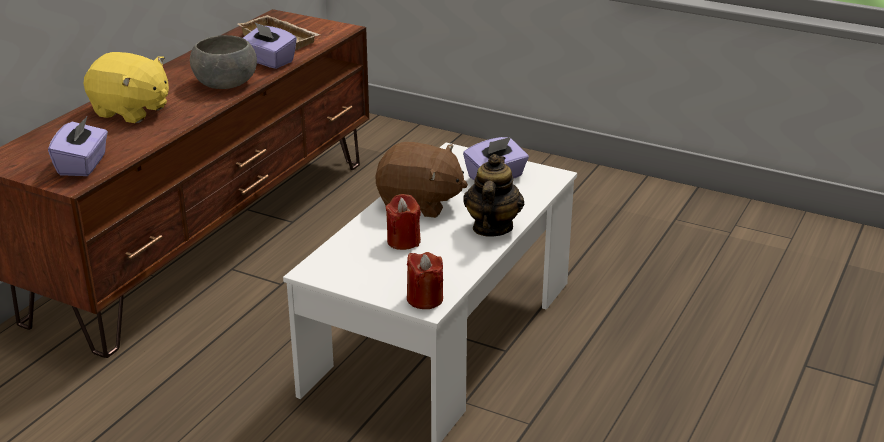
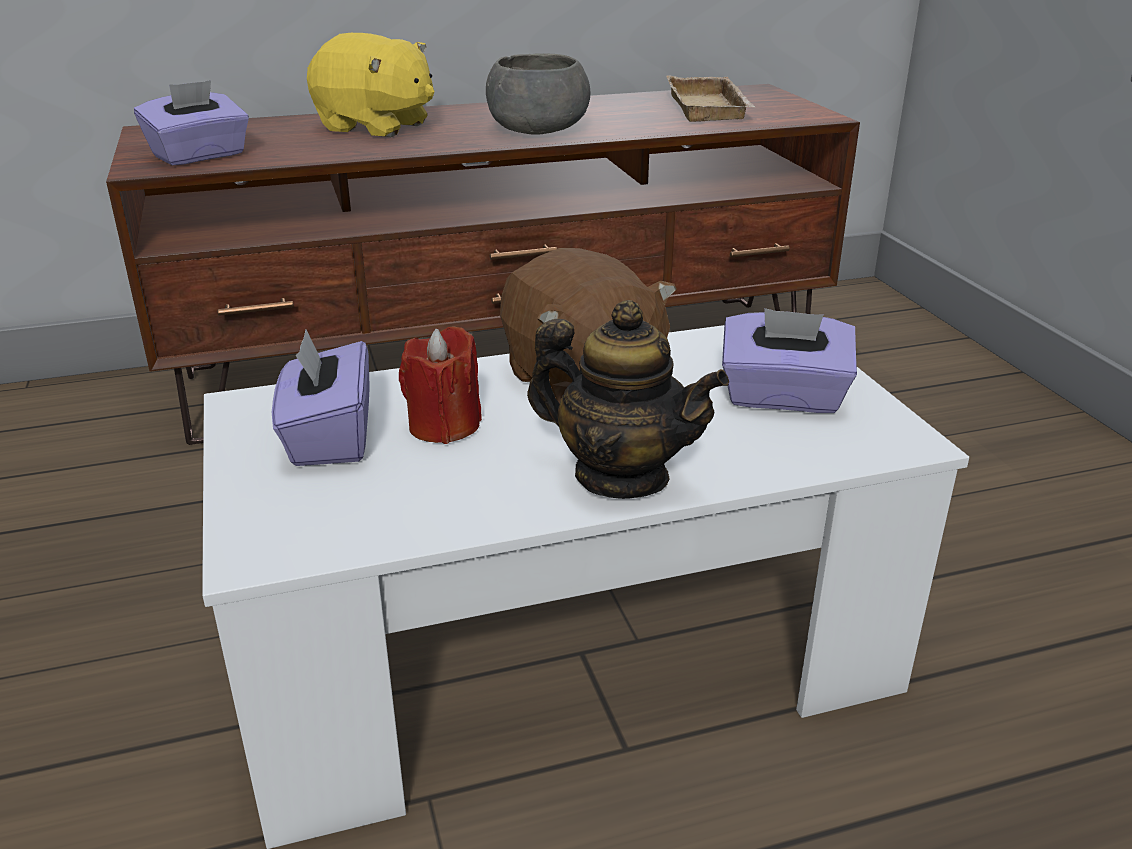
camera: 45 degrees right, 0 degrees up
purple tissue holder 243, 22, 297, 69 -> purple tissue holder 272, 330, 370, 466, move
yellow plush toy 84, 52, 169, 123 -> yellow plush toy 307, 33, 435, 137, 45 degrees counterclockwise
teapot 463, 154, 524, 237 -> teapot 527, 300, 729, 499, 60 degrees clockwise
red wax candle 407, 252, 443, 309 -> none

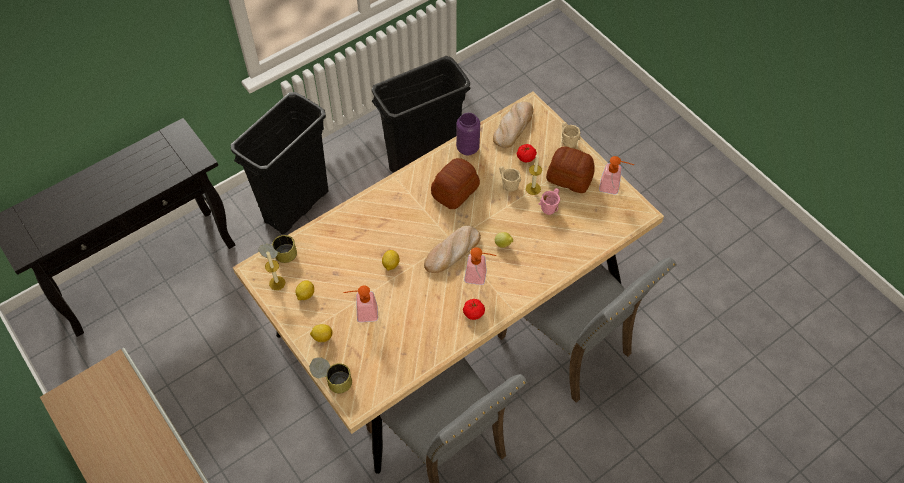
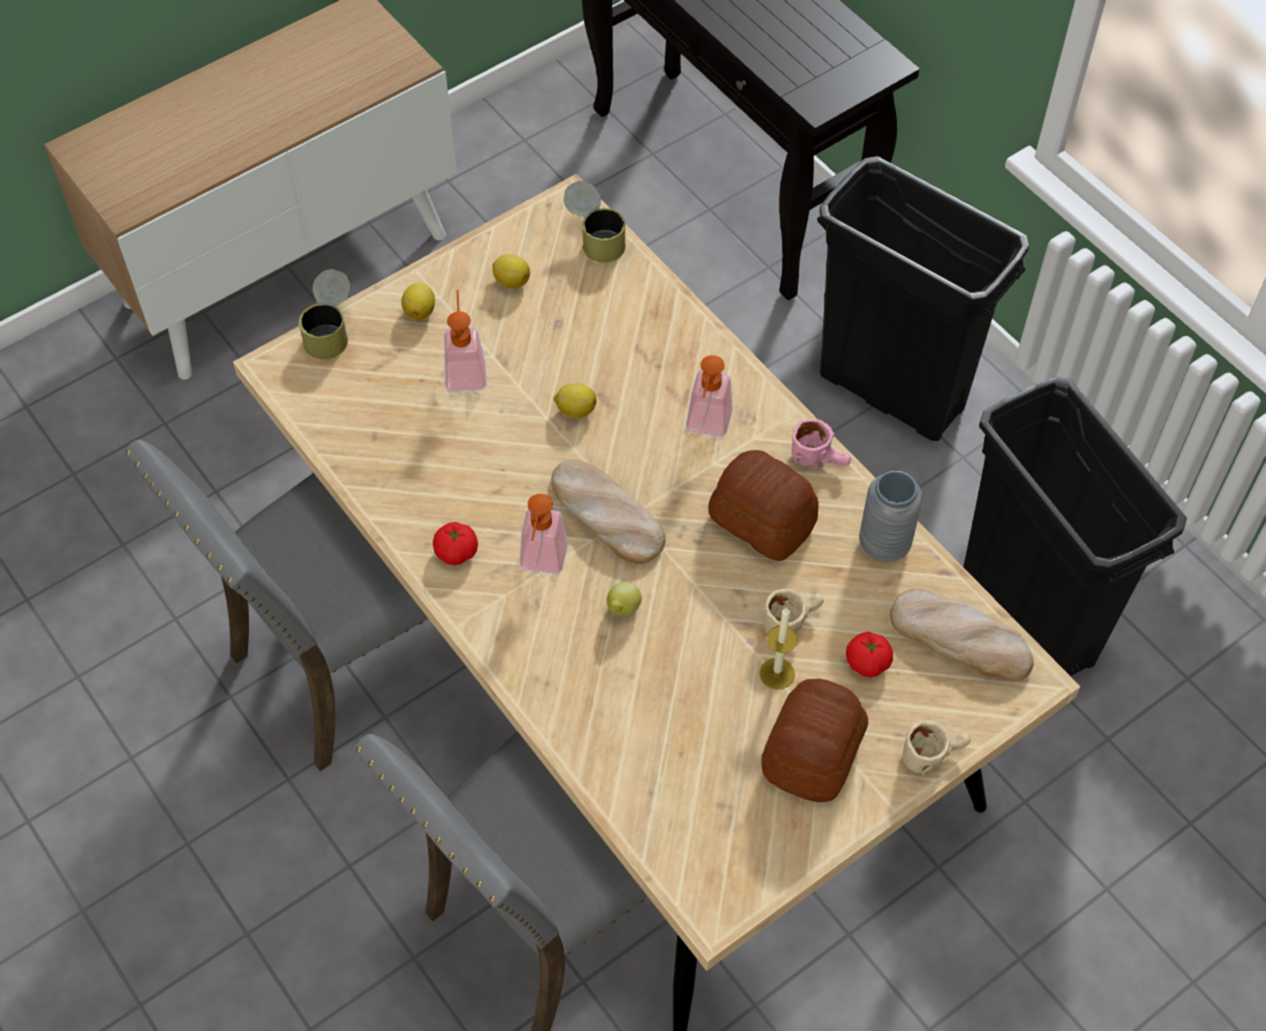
camera: 90 degrees right, 0 degrees up
soap bottle 599, 156, 634, 195 -> soap bottle 686, 355, 733, 437, move
pink tea mug 538, 188, 560, 215 -> pink tea mug 791, 419, 851, 467, move
purple vase 456, 113, 480, 155 -> greyish vase 859, 471, 923, 562
wax candle 265, 251, 285, 290 -> none

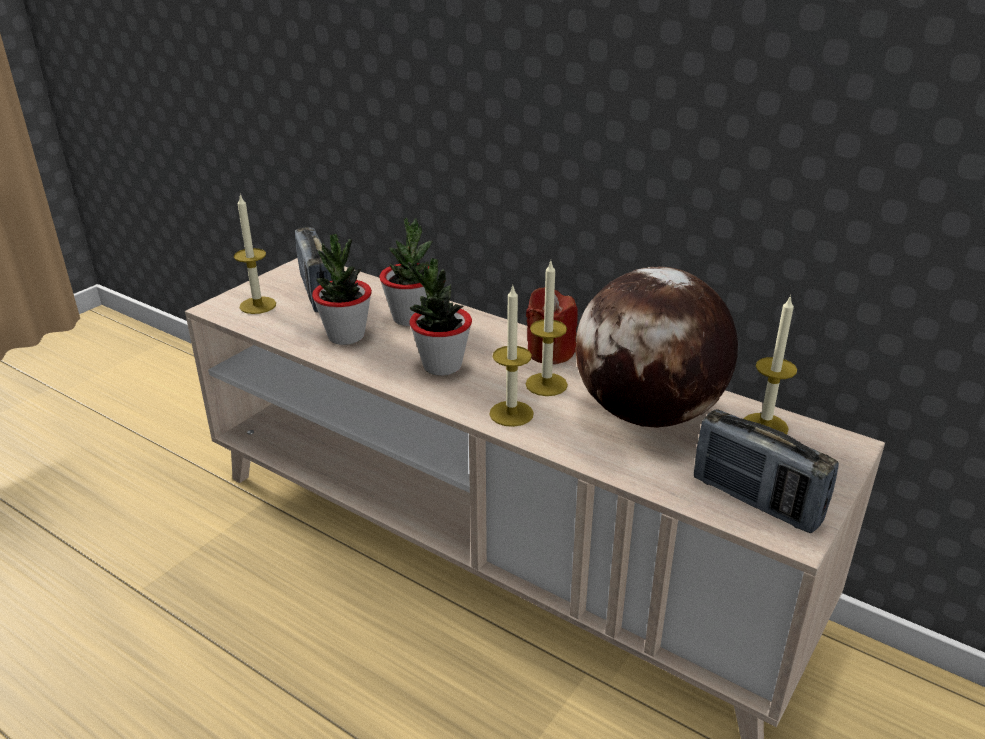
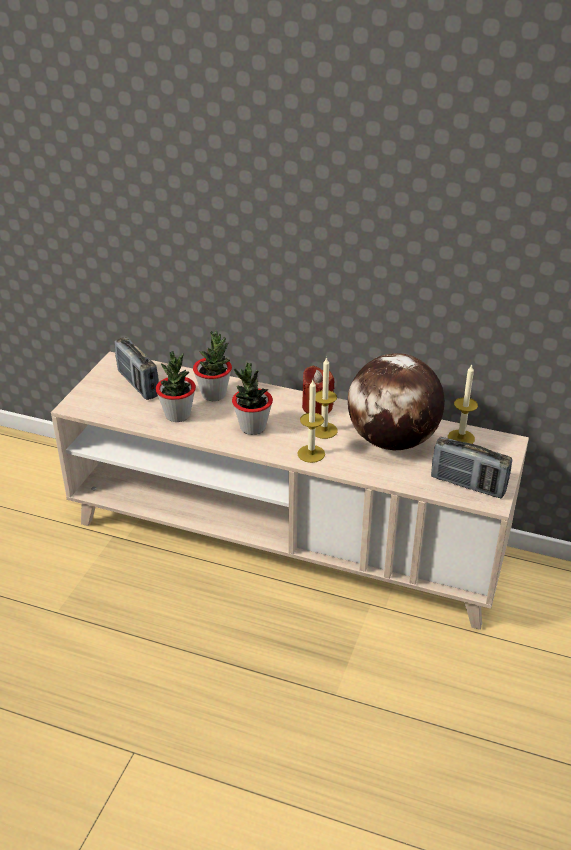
camera: 15 degrees left, 5 degrees up
wax candle 234, 194, 276, 314 -> none

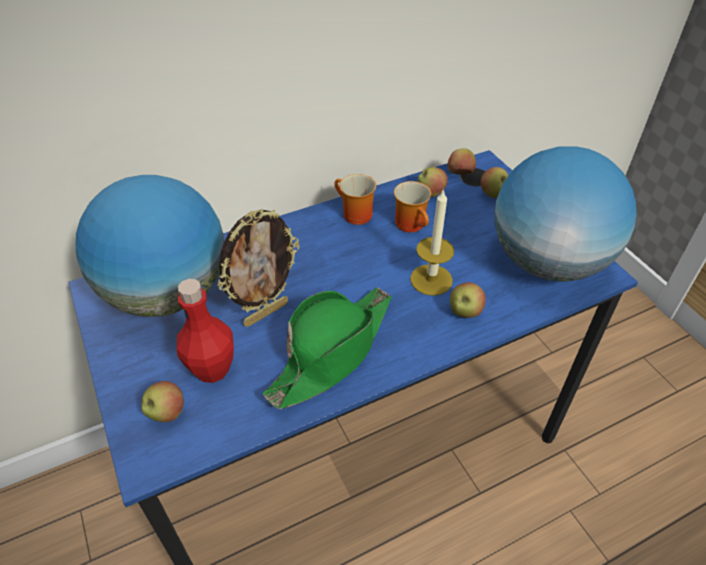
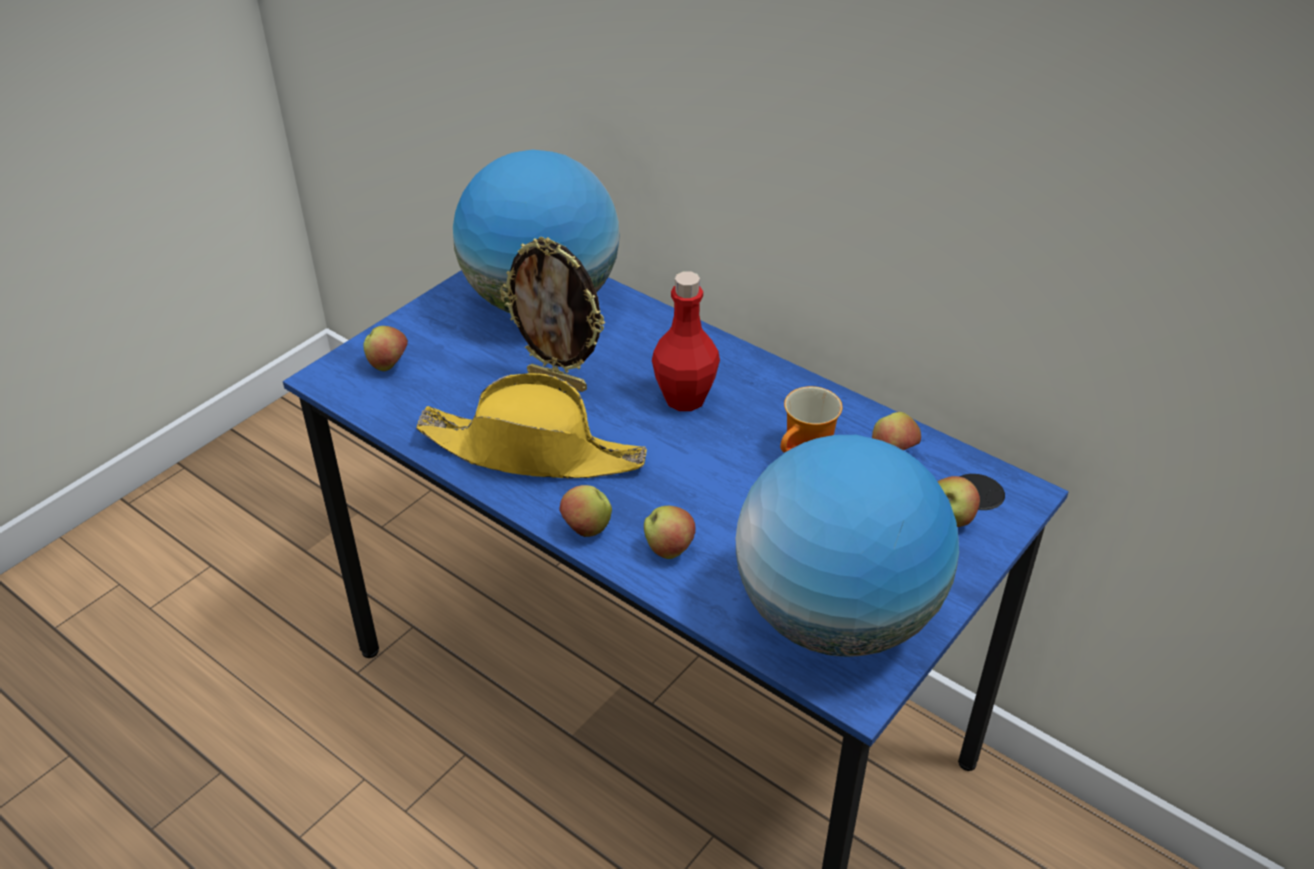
camera: 65 degrees right, 5 degrees down
greenish clothing hat 263, 287, 392, 409 -> yellow clothing hat 416, 373, 647, 479
whole apple 448, 148, 476, 175 -> whole apple 559, 485, 612, 537, move
red beverage bottle 177, 279, 234, 383 -> red beverage bottle 652, 271, 720, 411, move
tea mug 334, 174, 376, 225 -> none
wax candle 410, 188, 454, 296 -> none

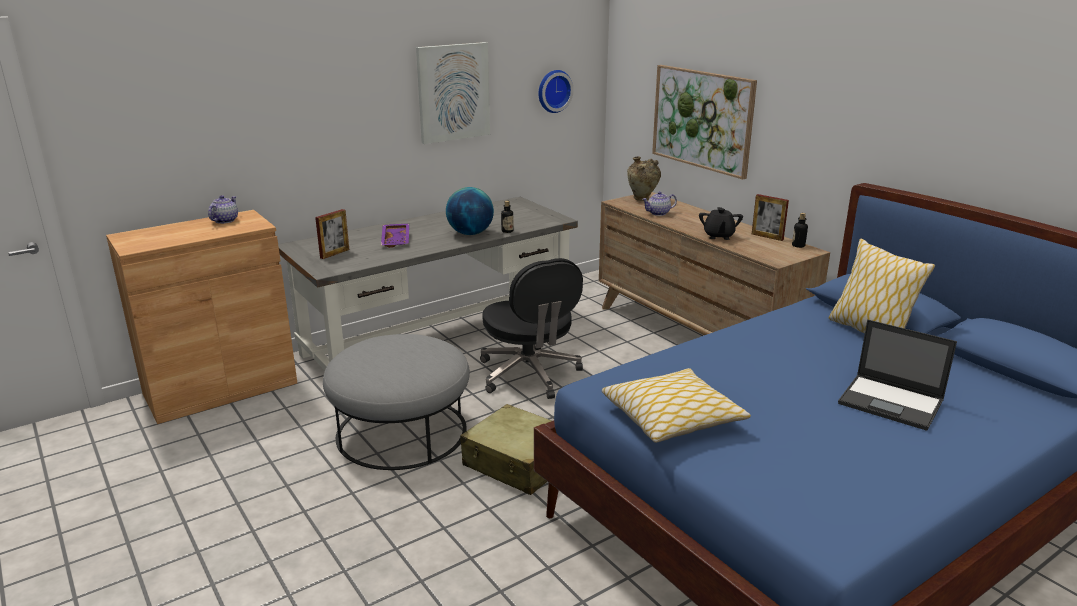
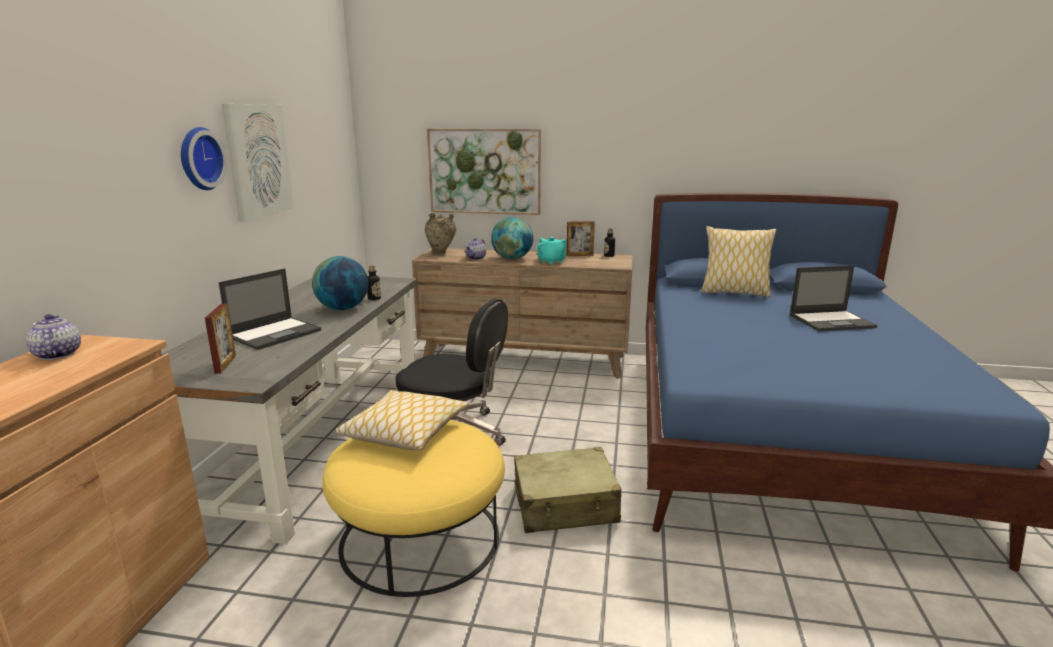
camera: 45 degrees left, 5 degrees down
wall clock 539, 70, 574, 113 -> wall clock 181, 127, 227, 190, move
purple carrying tray 381, 224, 409, 248 -> notebook computer 218, 268, 321, 350
greyish pouffe 323, 334, 470, 470 -> yellow pouffe 322, 420, 505, 597
cushion 602, 368, 751, 443 -> cushion 336, 390, 469, 450, move
none -> globe 491, 217, 533, 259
black-coloured teapot 699, 207, 743, 240 -> turquoise teapot 537, 237, 567, 264

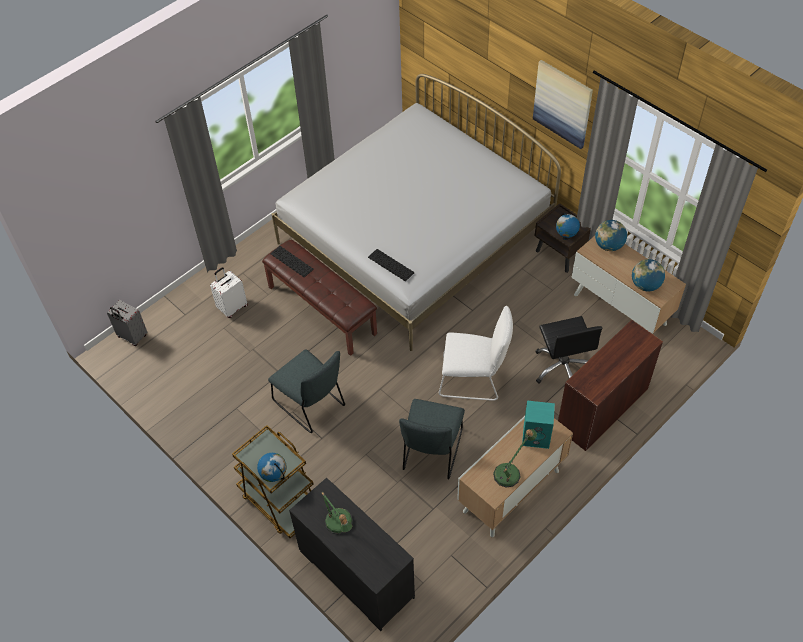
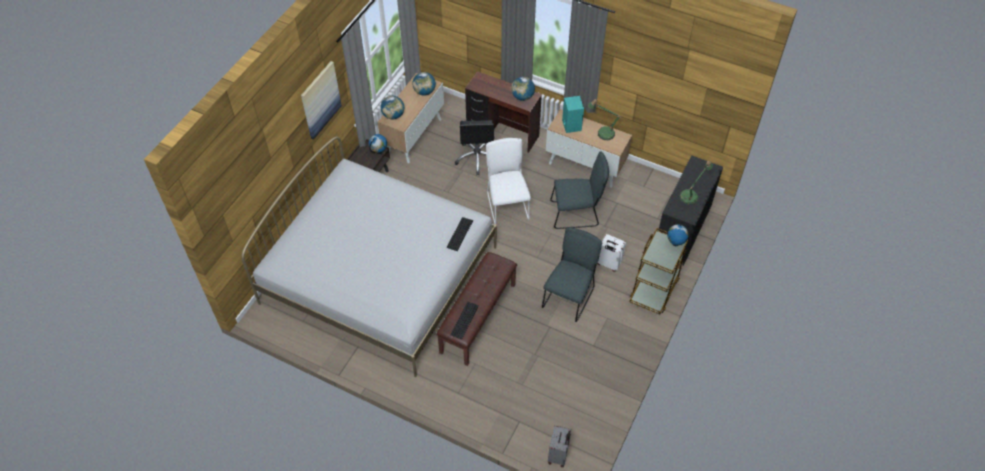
camera: 110 degrees left, 0 degrees up
black-coloured office chair 535, 316, 603, 384 -> black-coloured office chair 455, 120, 495, 175, 120 degrees clockwise
none -> globe 511, 77, 535, 101
whitish suitcase 210, 267, 248, 318 -> whitish suitcase 597, 234, 626, 271, move

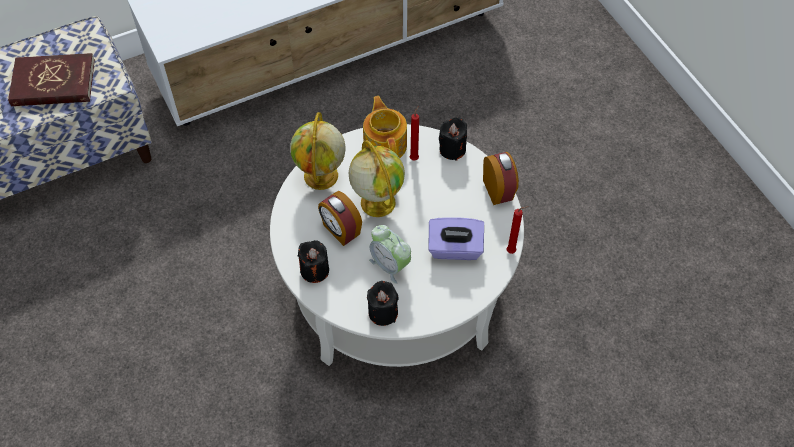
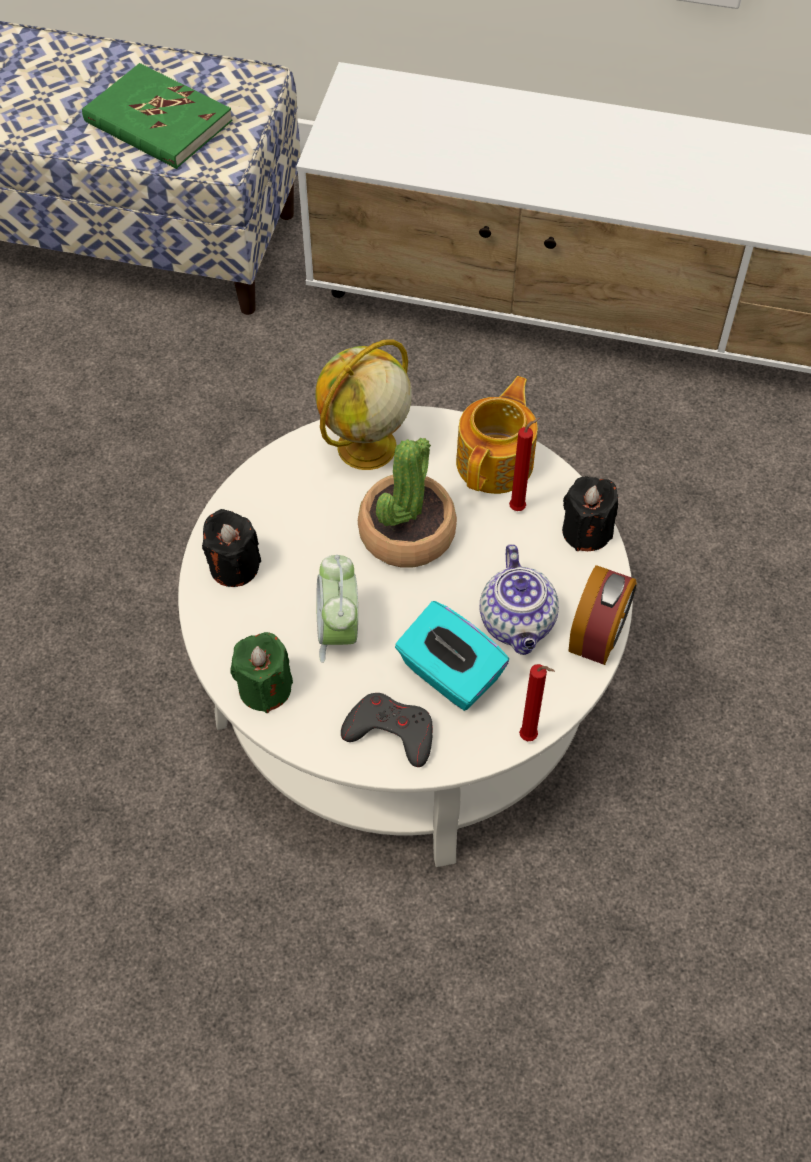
camera: 40 degrees right, 0 degrees up
red volume 8, 53, 95, 106 -> greenish volume 82, 63, 233, 169
black-coloured wax candle 367, 281, 399, 326 -> greenish wax candle 230, 632, 293, 713
none -> greyish game controller 341, 693, 433, 767
globe 349, 140, 405, 217 -> houseplant 358, 438, 457, 568
purple tissue holder 428, 217, 484, 260 -> turquoise tissue holder 395, 601, 509, 711
none -> teapot 479, 544, 559, 655
bedside clock 318, 191, 362, 246 -> none

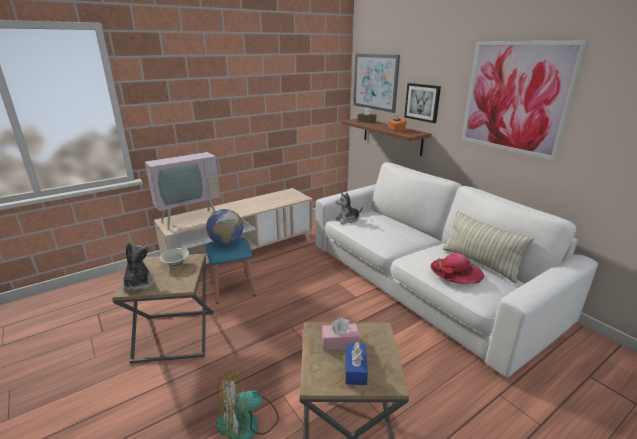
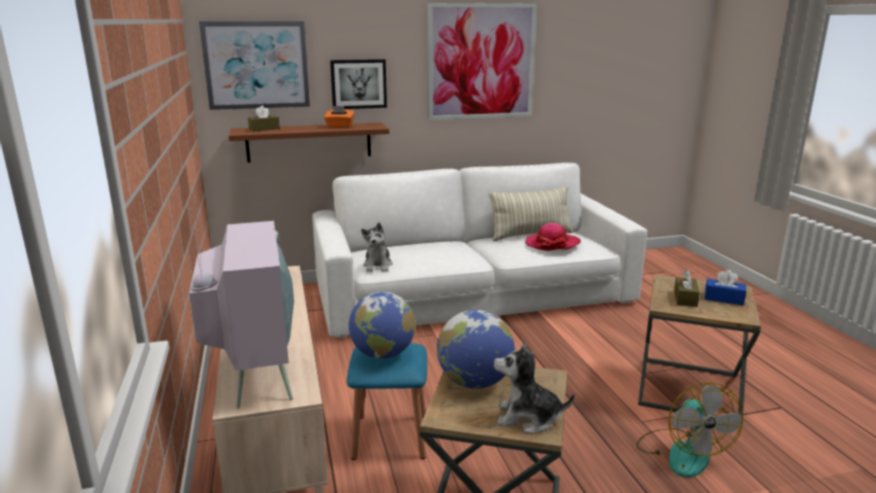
camera: 70 degrees left, 5 degrees down
whitish deep dish 160, 248, 189, 267 -> globe 437, 310, 515, 389
pink tissue holder 322, 318, 360, 350 -> brownish tissue holder 674, 270, 700, 307

